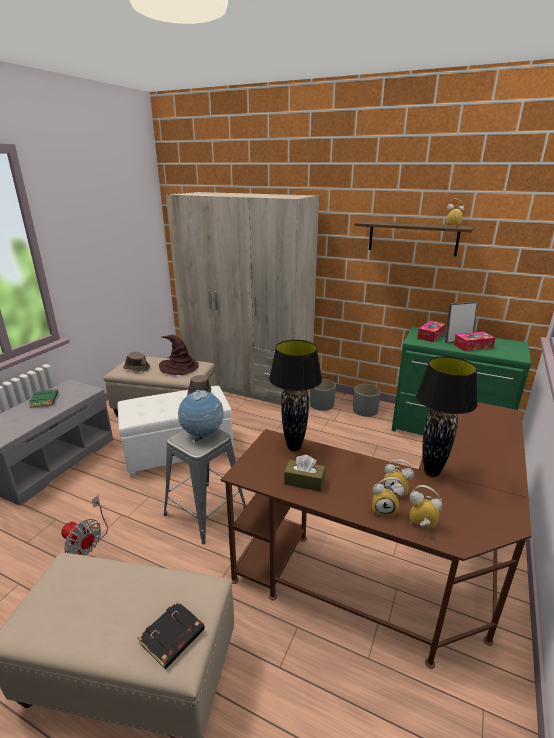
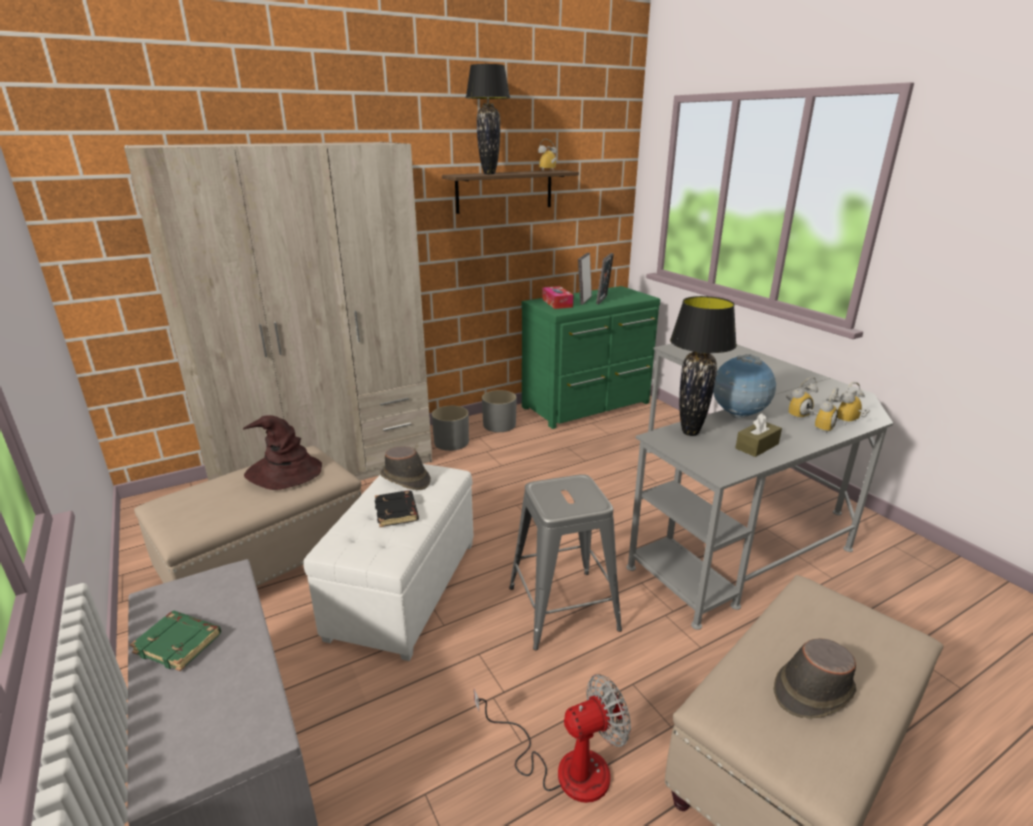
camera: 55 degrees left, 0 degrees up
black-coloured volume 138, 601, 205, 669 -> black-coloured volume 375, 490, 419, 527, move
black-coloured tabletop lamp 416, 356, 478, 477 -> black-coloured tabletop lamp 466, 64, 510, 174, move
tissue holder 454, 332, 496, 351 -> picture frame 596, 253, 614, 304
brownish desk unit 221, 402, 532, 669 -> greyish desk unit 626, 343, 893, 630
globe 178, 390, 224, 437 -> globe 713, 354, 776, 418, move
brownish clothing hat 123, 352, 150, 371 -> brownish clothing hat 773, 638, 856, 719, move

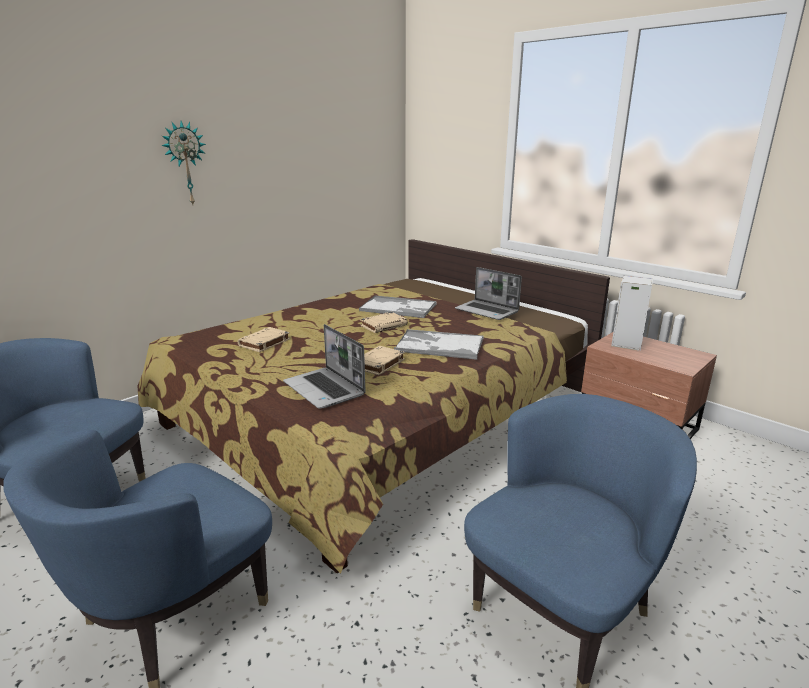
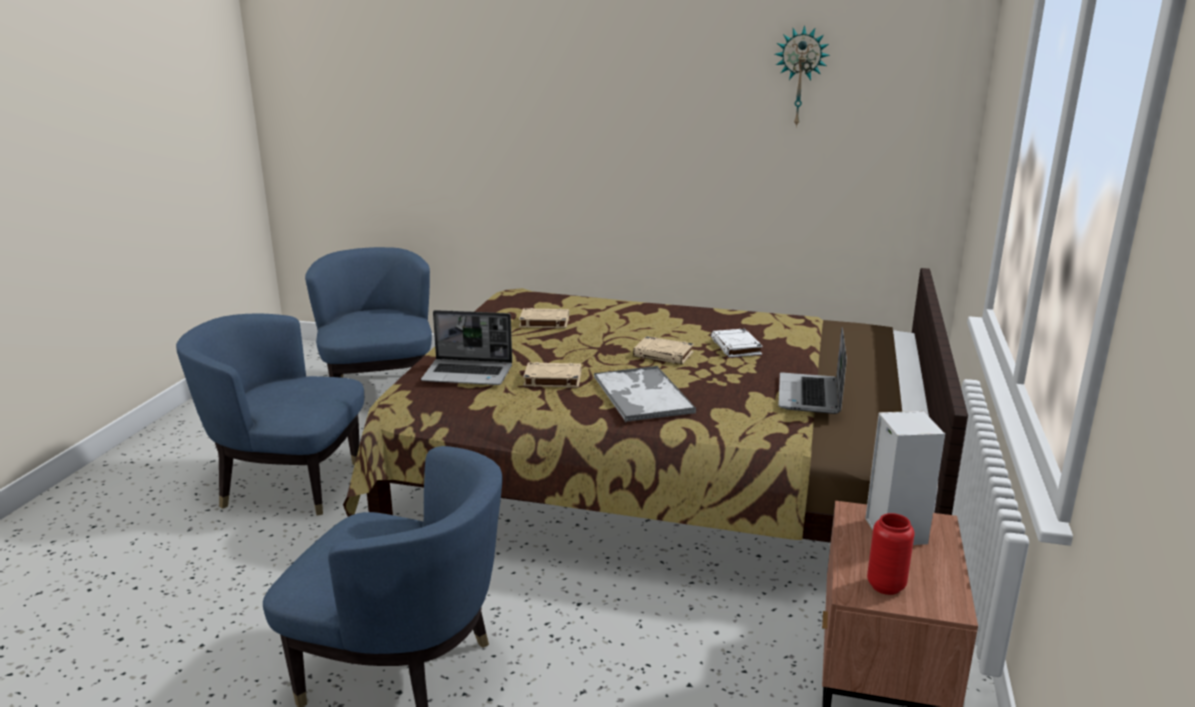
camera: 60 degrees right, 0 degrees up
notebook computer 283, 324, 366, 409 -> notebook computer 421, 310, 512, 385, 105 degrees counterclockwise
carrying tray 359, 295, 437, 318 -> whitish volume 711, 328, 763, 357
wall clock 161, 121, 206, 205 -> wall clock 775, 25, 830, 128, move
none -> red vase 867, 513, 915, 595

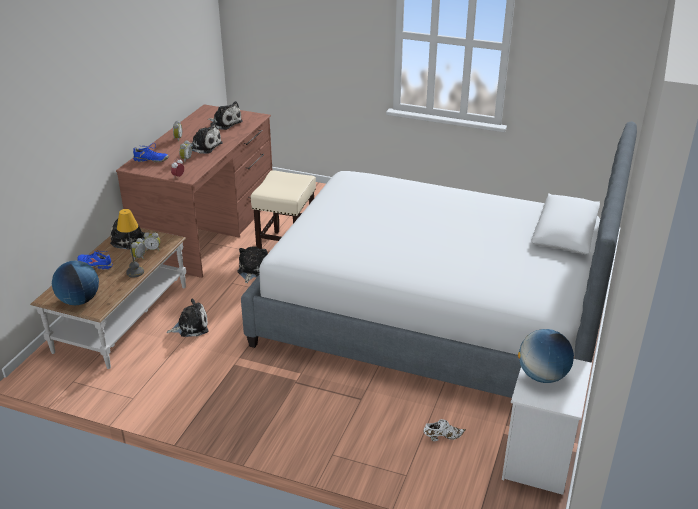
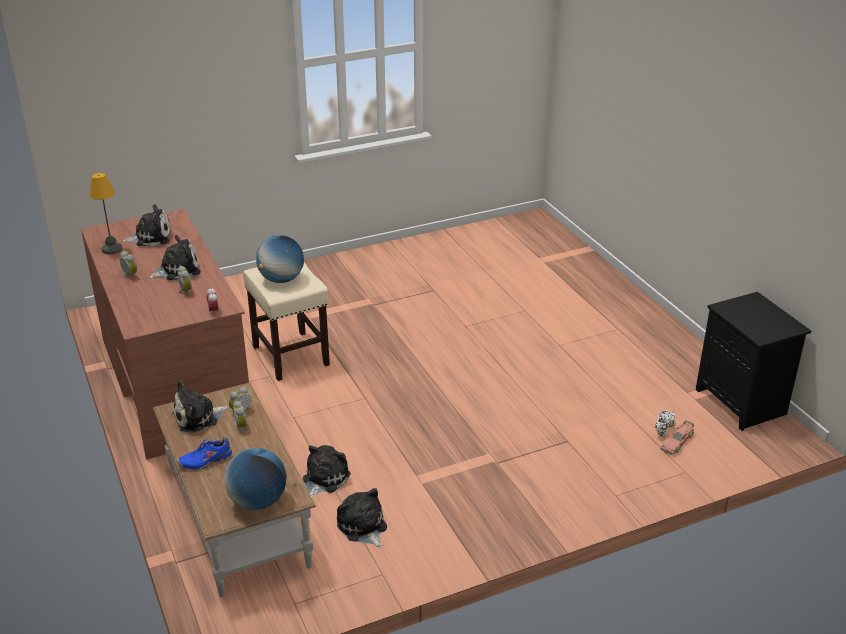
camera: 45 degrees left, 0 degrees up
tabletop lamp 117, 209, 144, 277 -> tabletop lamp 90, 173, 123, 254, move
globe 518, 329, 574, 383 -> globe 256, 235, 304, 283, move
plush toy 237, 246, 268, 283 -> plush toy 337, 488, 387, 548, move
none -> miniature car 661, 420, 694, 455
whitish nightstand 502, 359, 592, 495 -> black-coloured nightstand 696, 292, 811, 431
bluish shoe 133, 143, 169, 162 -> none
bed 241, 121, 637, 398 -> none

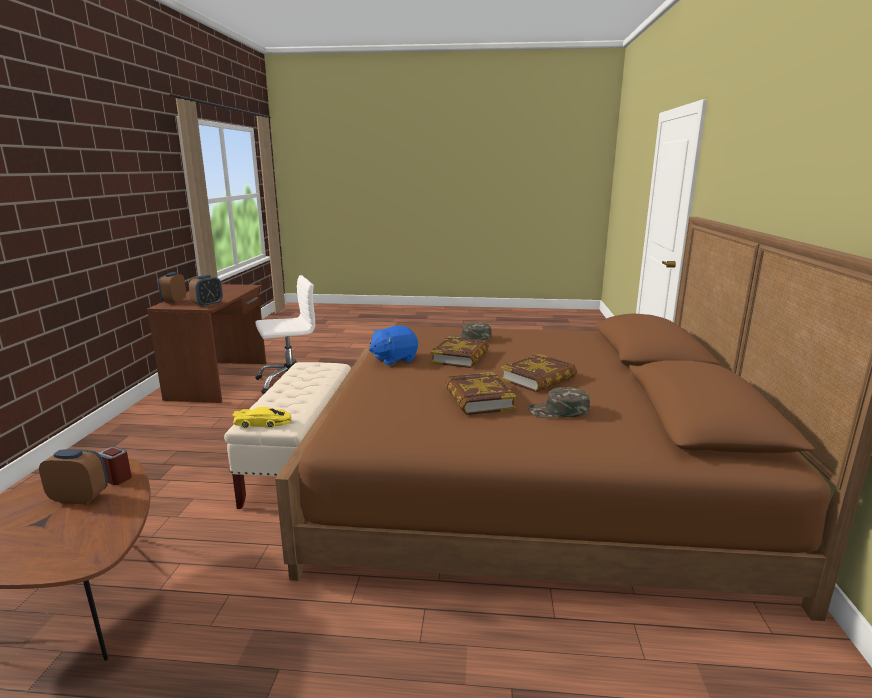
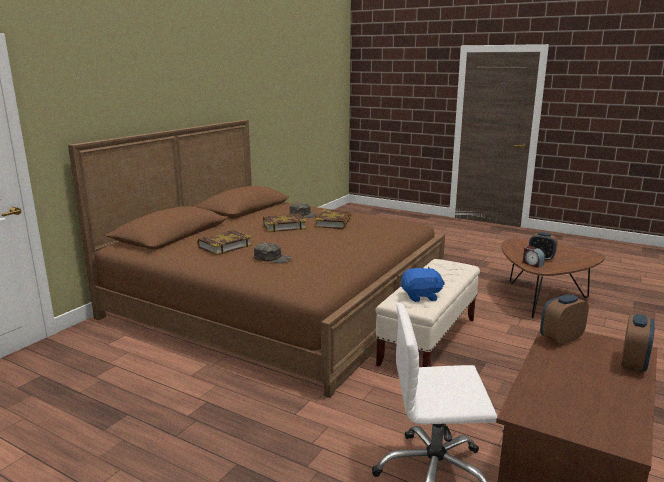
camera: 155 degrees left, 0 degrees up
volume 431, 336, 489, 368 -> volume 197, 230, 252, 255, move
bluish plush toy 369, 326, 418, 366 -> bluish plush toy 401, 267, 445, 302, move
yellow miniature car 233, 407, 292, 428 -> none

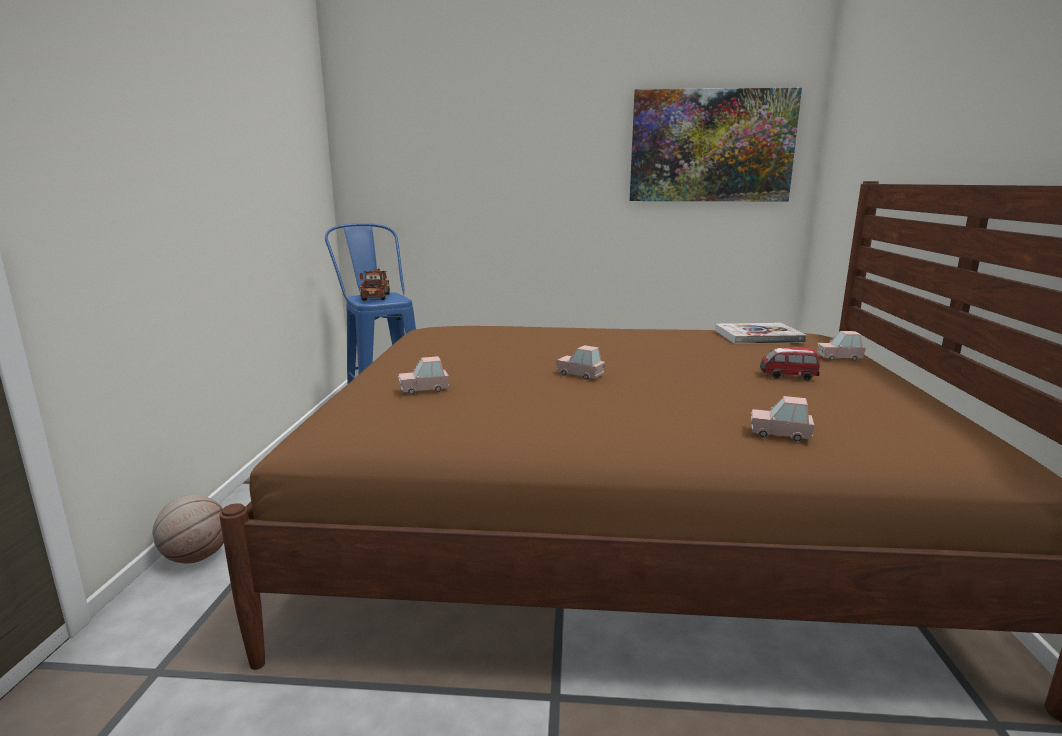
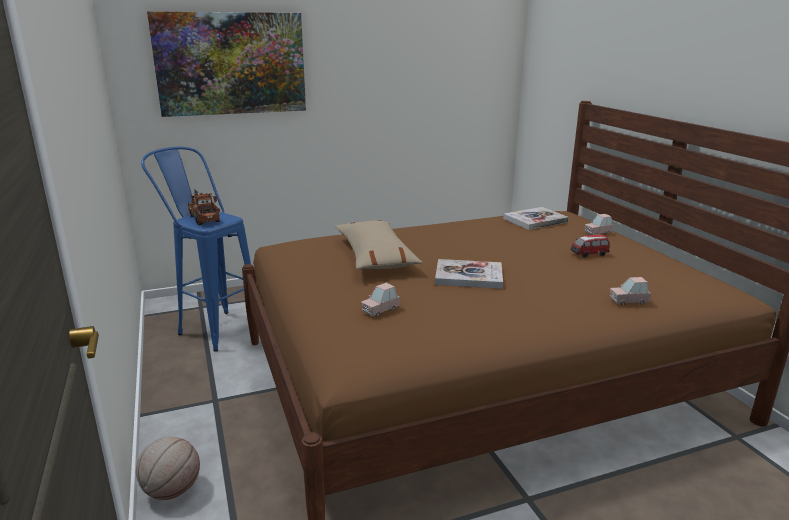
camera: 25 degrees left, 5 degrees up
wall art 630, 88, 802, 201 -> wall art 147, 11, 306, 117, move
none -> sand-coloured cushion 335, 220, 422, 270
pink miniature car 556, 345, 605, 380 -> volume 435, 259, 503, 289

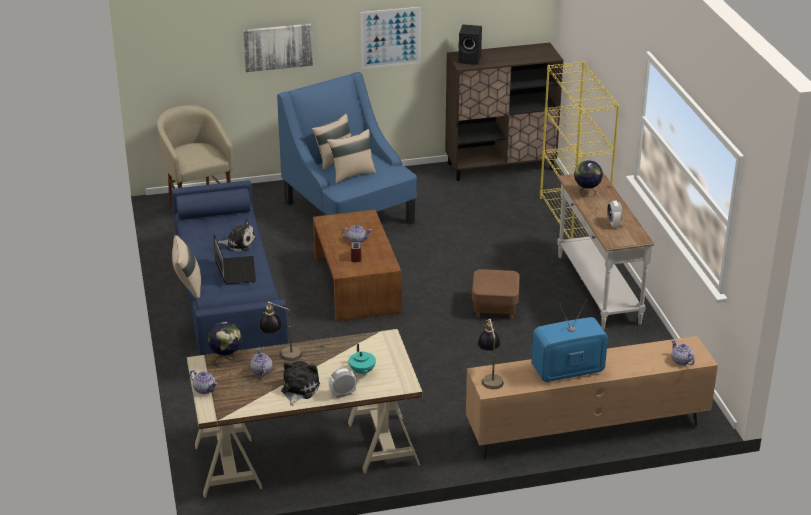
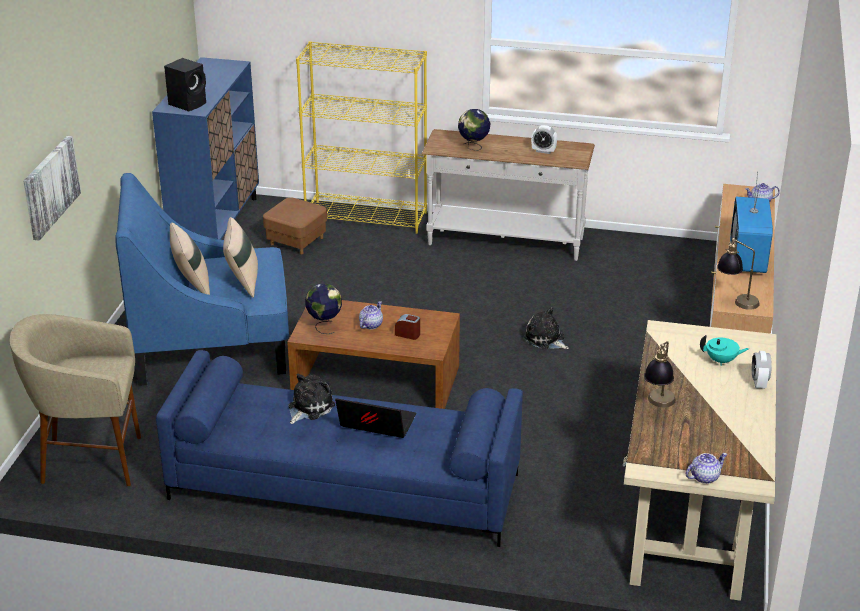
camera: 65 degrees left, 0 degrees up
brownish cabinet 445, 43, 563, 181 -> bluish cabinet 152, 57, 259, 240
brownish pouffe 472, 269, 520, 319 -> brownish pouffe 263, 198, 327, 254, move
globe 208, 322, 242, 367 -> globe 305, 283, 342, 334, move
plush toy 281, 361, 320, 406 -> plush toy 524, 307, 569, 349, move
sand-coloured cushion 172, 235, 201, 299 -> none
teapot 250, 348, 272, 377 -> none
wall art 361, 7, 421, 69 -> none

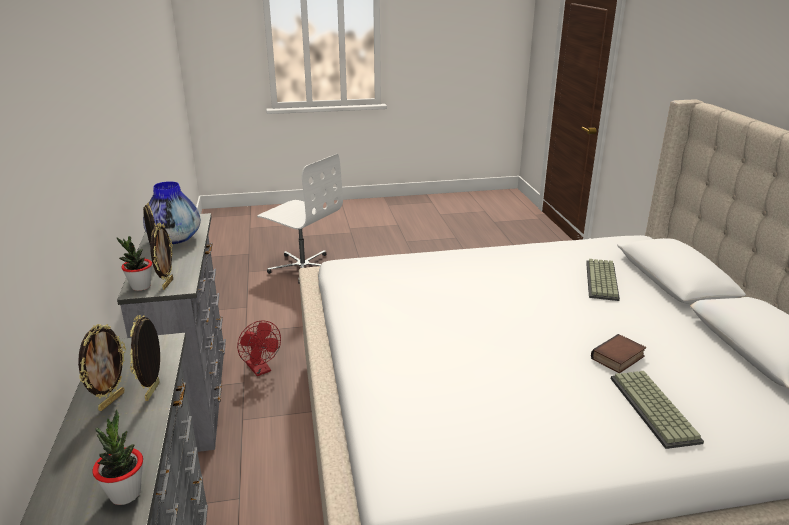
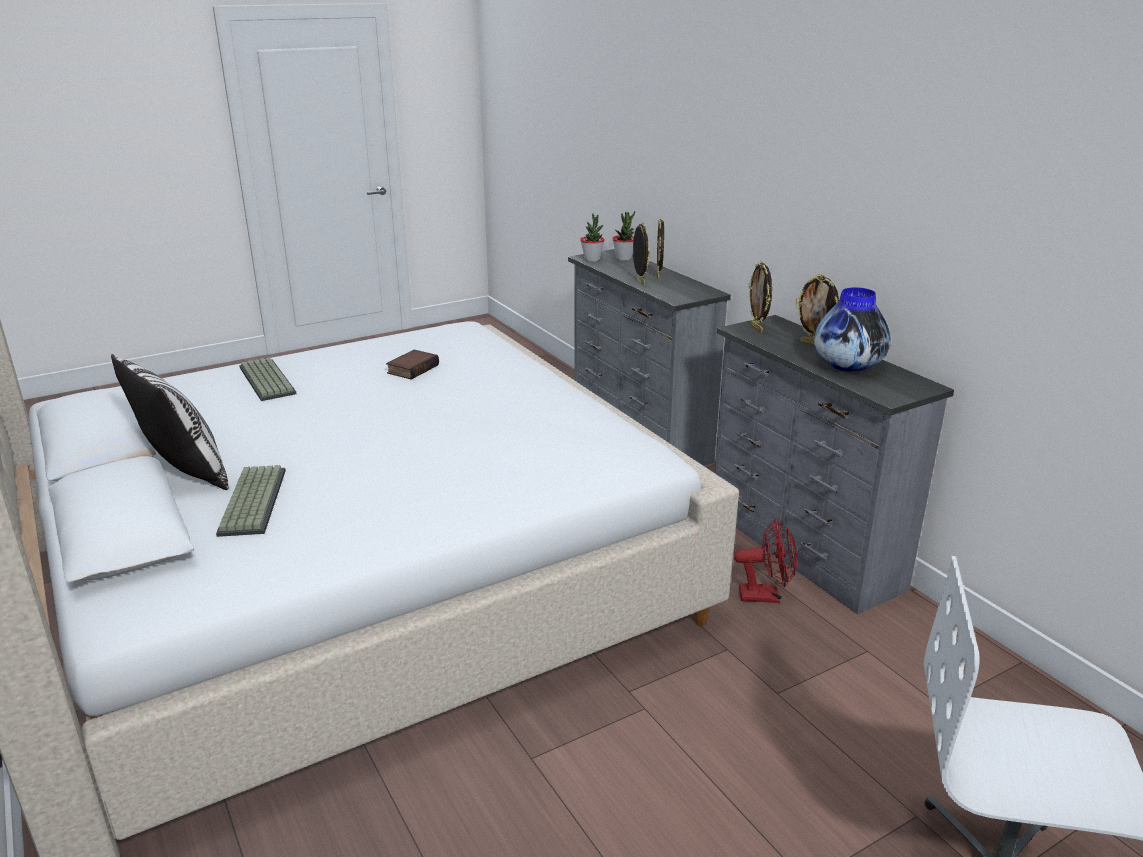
camera: 160 degrees right, 0 degrees up
none -> cushion 111, 354, 228, 490
volume 591, 334, 646, 373 -> volume 386, 350, 439, 380, move
houseplant 117, 236, 152, 291 -> houseplant 612, 211, 635, 261, move
red electric fan 237, 321, 281, 376 -> red electric fan 734, 519, 798, 603, 150 degrees clockwise

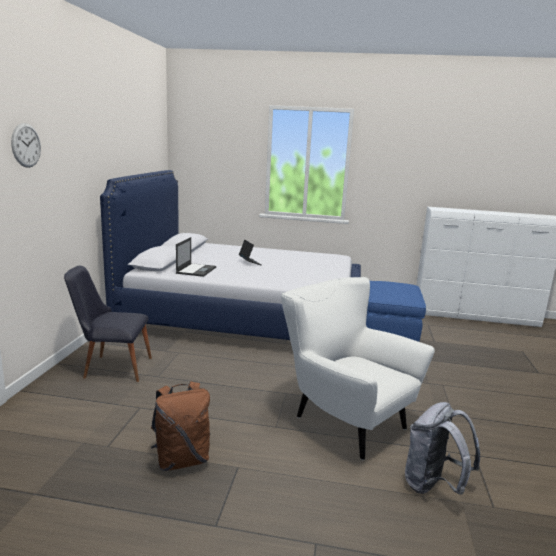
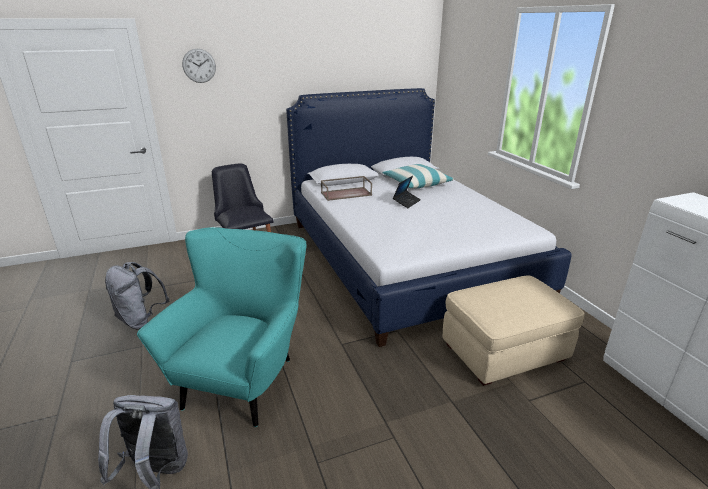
camera: 60 degrees right, 10 degrees up
brownish backpack 151, 381, 211, 471 -> greyish backpack 105, 262, 169, 329
whitish lounge chair 281, 277, 435, 460 -> turquoise lounge chair 137, 227, 307, 427
notebook computer 176, 237, 216, 277 -> brownish carrying tray 321, 176, 372, 201
none -> cushion 382, 164, 454, 189
bluish pouffe 366, 281, 426, 342 -> sand-coloured pouffe 443, 276, 585, 386

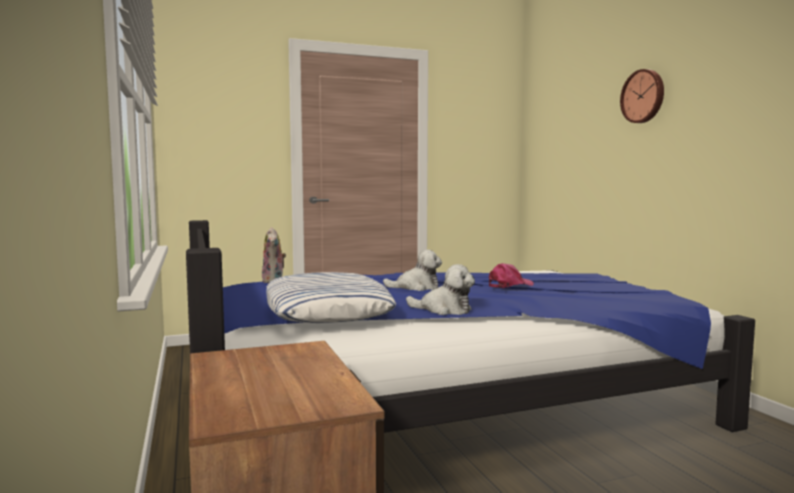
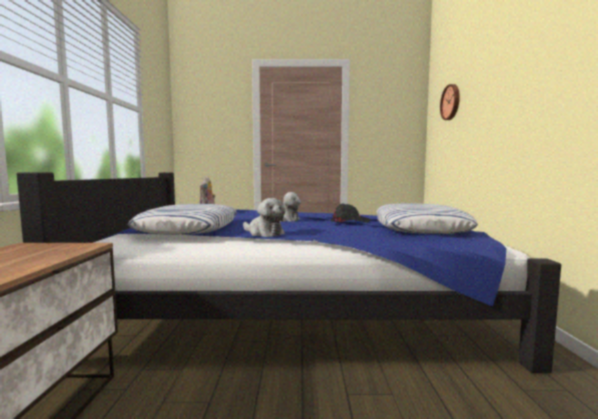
camera: 20 degrees right, 0 degrees up
pink cap 489, 263, 534, 288 -> black-coloured cap 331, 203, 371, 223
none -> cushion 376, 203, 478, 234
wall clock 620, 69, 664, 123 -> wall clock 440, 84, 460, 120, move

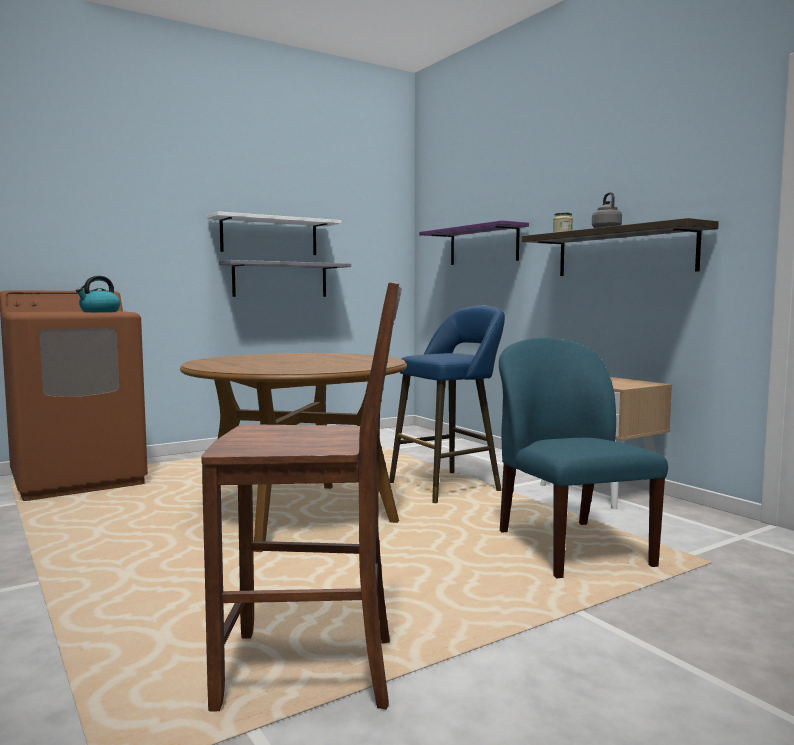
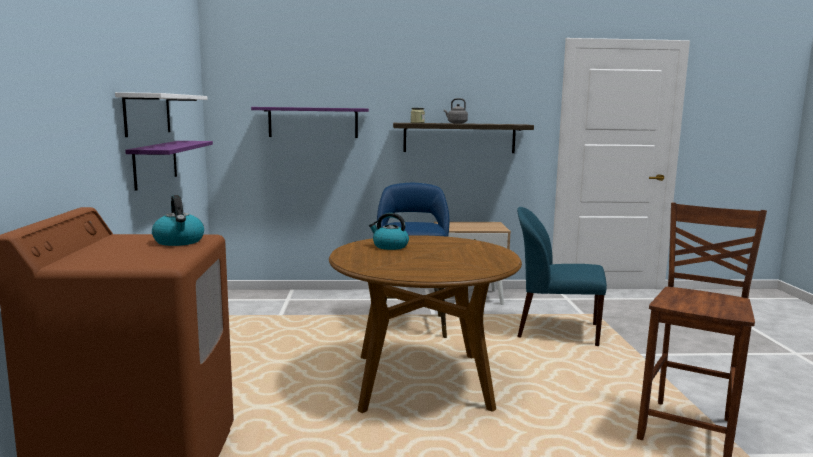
camera: 60 degrees left, 5 degrees up
greyish wall shelf 219, 260, 351, 297 -> purple wall shelf 125, 141, 213, 191
none -> tea kettle 369, 213, 409, 250

